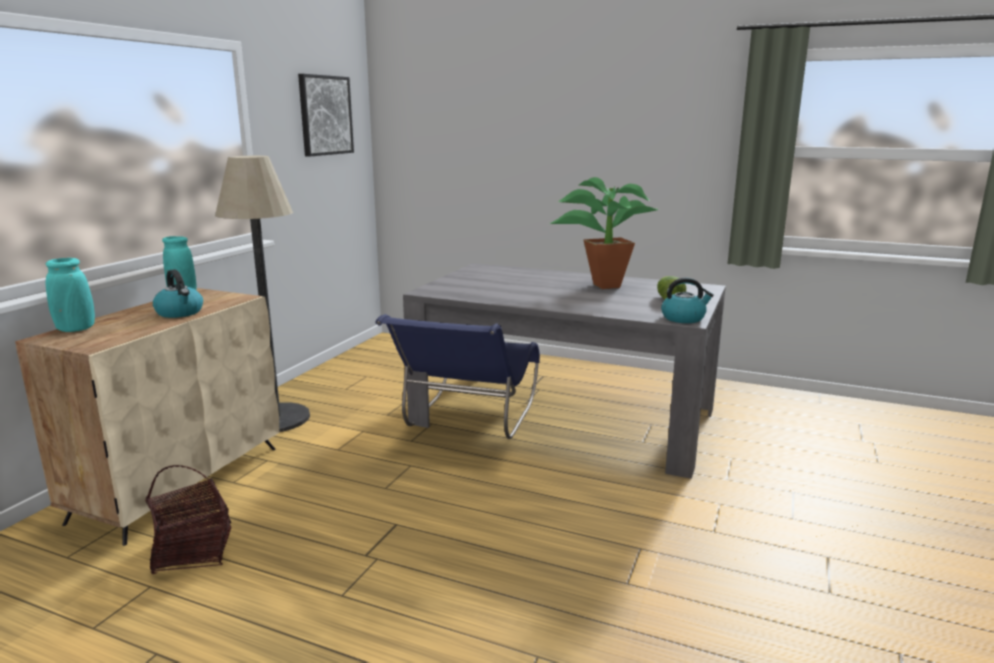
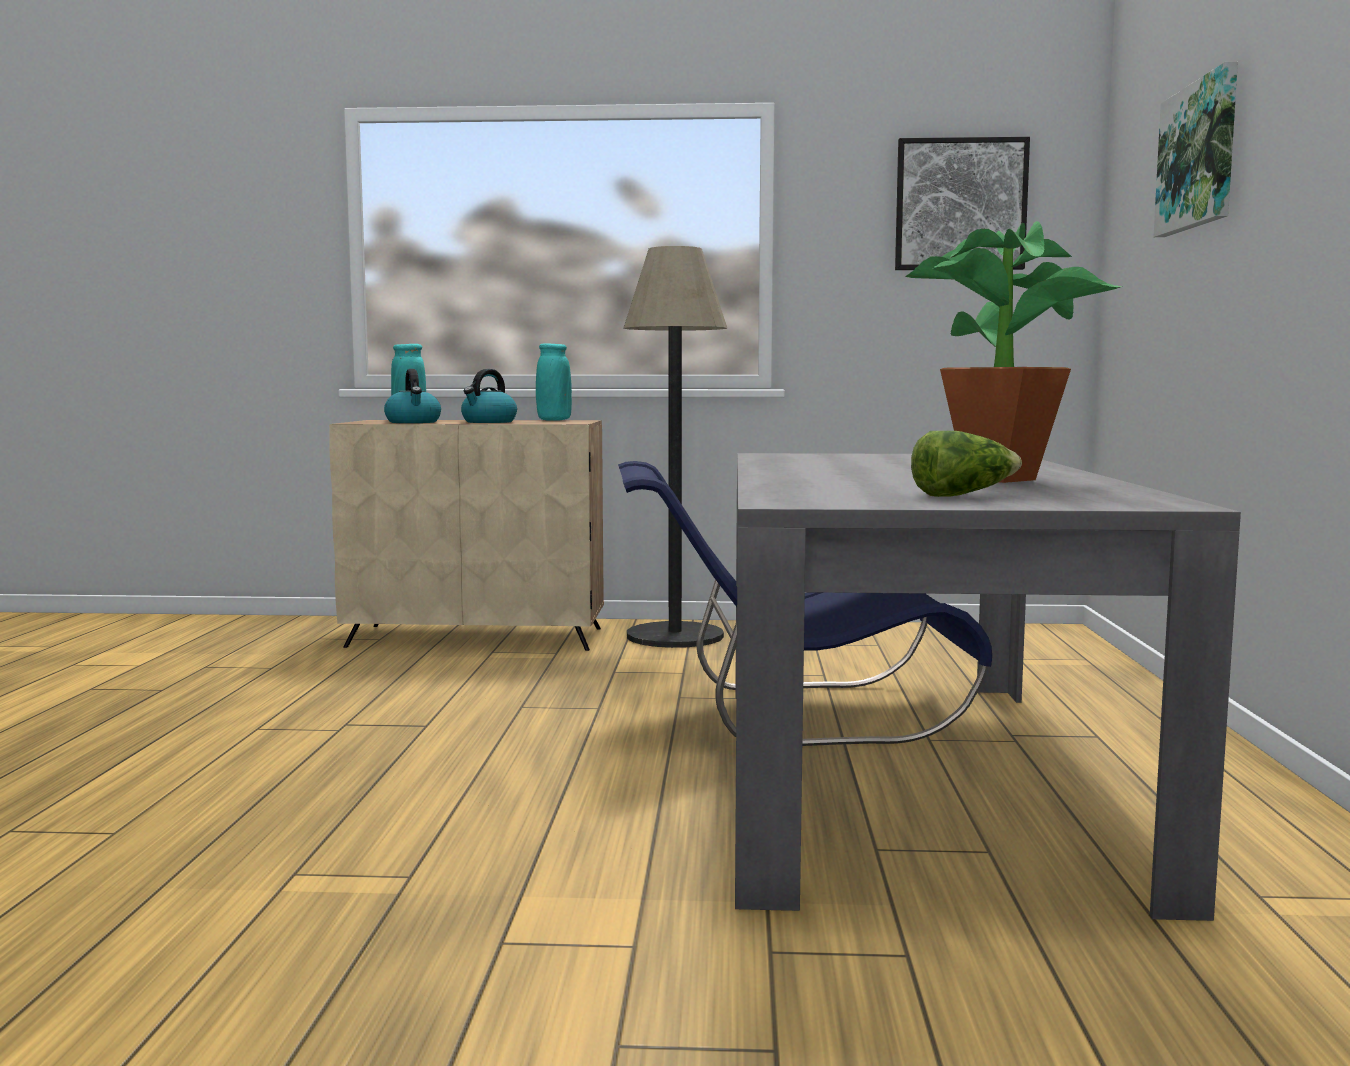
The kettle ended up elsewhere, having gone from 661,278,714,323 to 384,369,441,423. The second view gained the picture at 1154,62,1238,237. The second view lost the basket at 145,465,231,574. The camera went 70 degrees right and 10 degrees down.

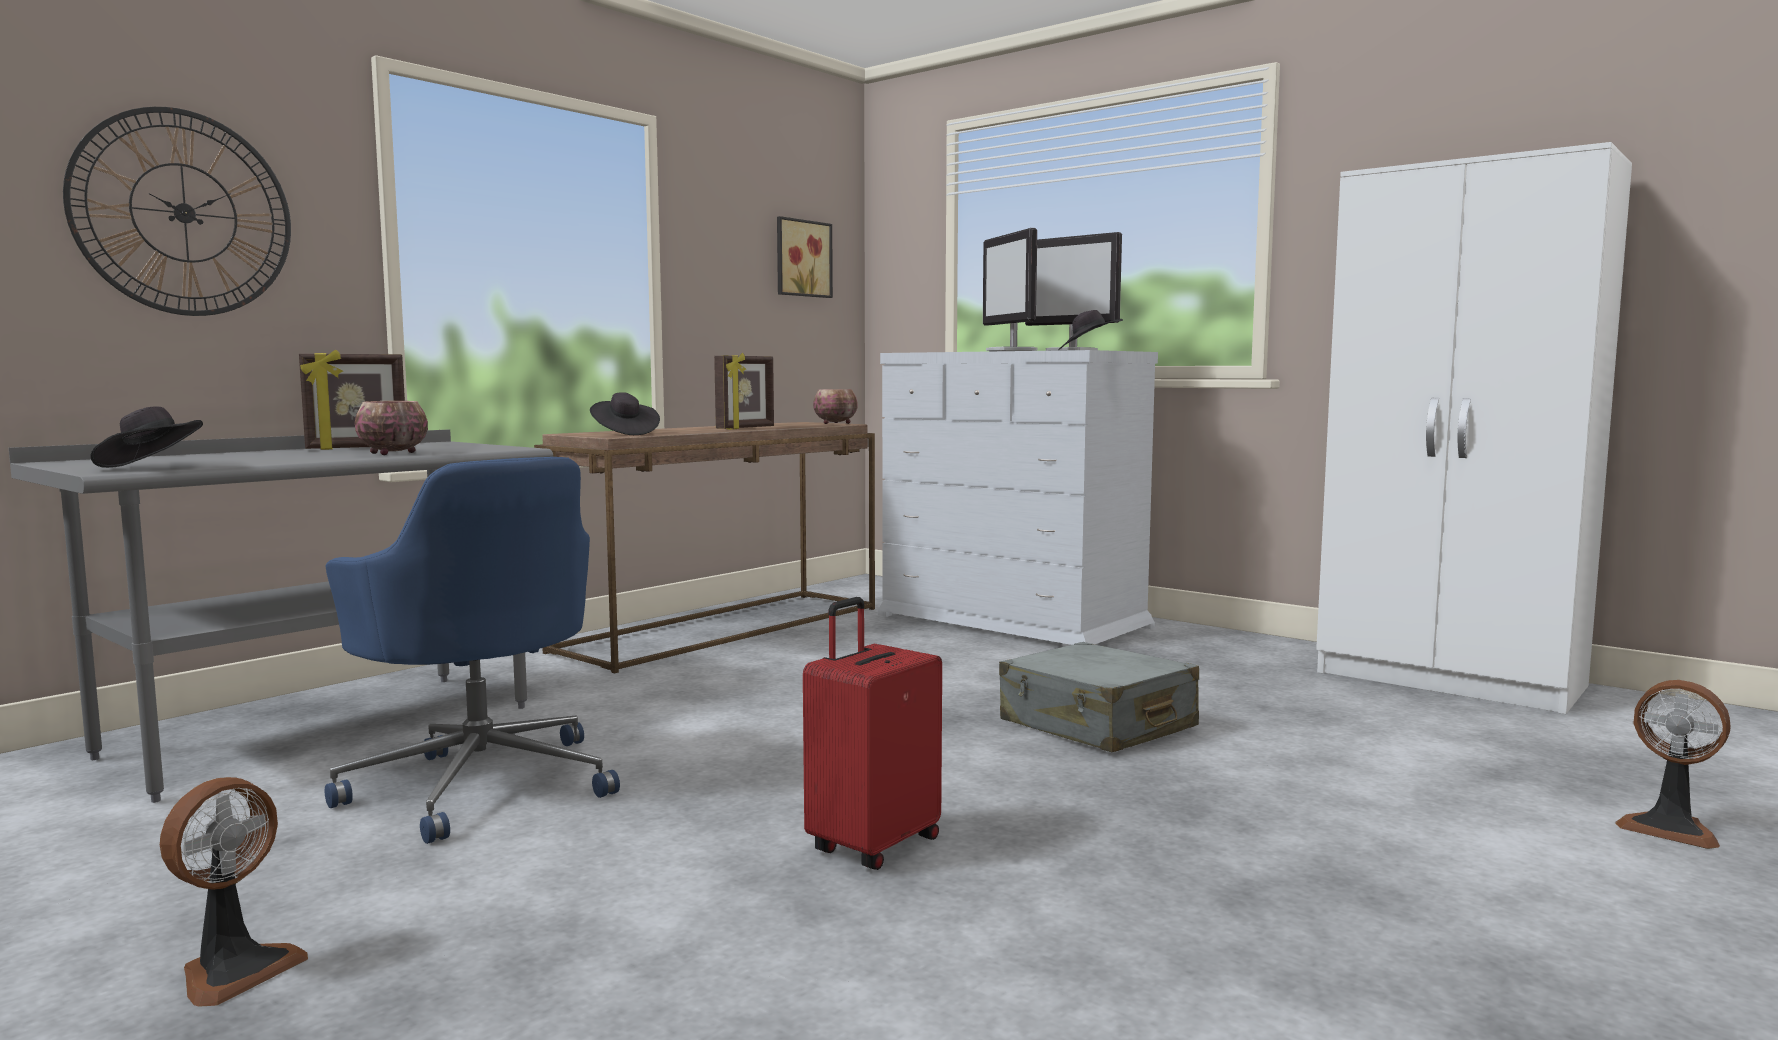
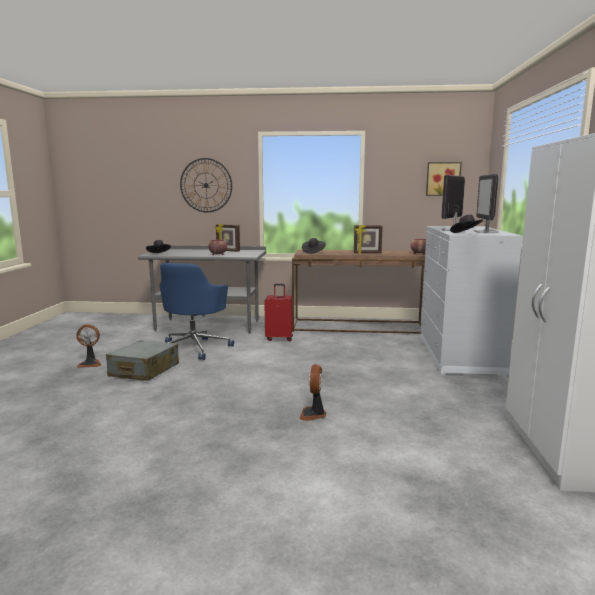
The grey suitcase ended up elsewhere, having gone from 999,642,1199,753 to 106,340,179,381. The red suitcase ended up elsewhere, having gone from 803,597,942,870 to 264,284,293,341. The fan ended up elsewhere, having gone from 1615,680,1731,849 to 300,364,327,421. The camera went 55 degrees right and 5 degrees up.

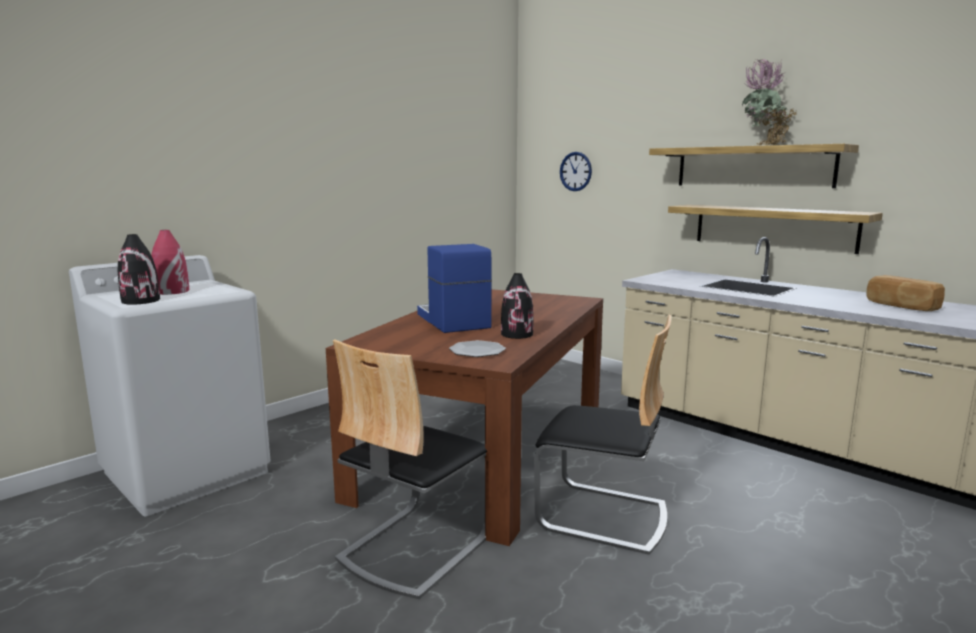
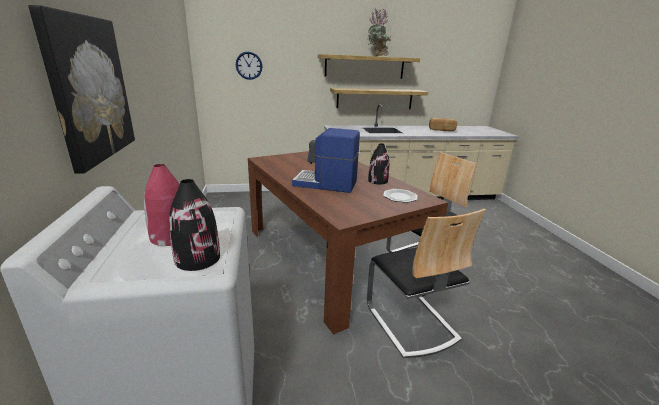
The second view gained the picture at 28,5,135,173. The camera went 55 degrees left and 10 degrees up.

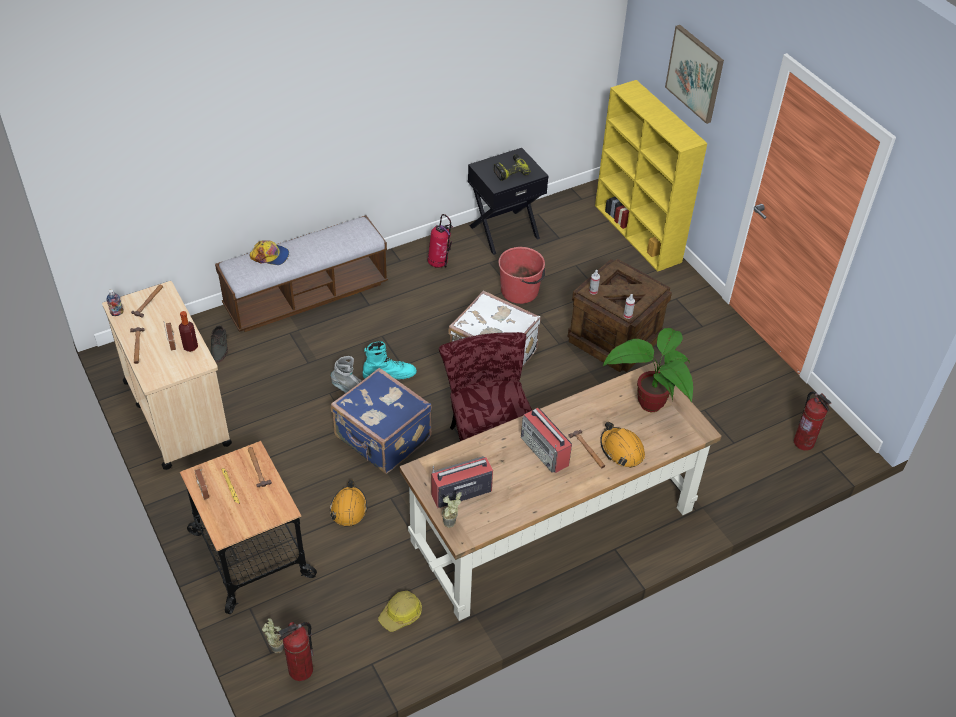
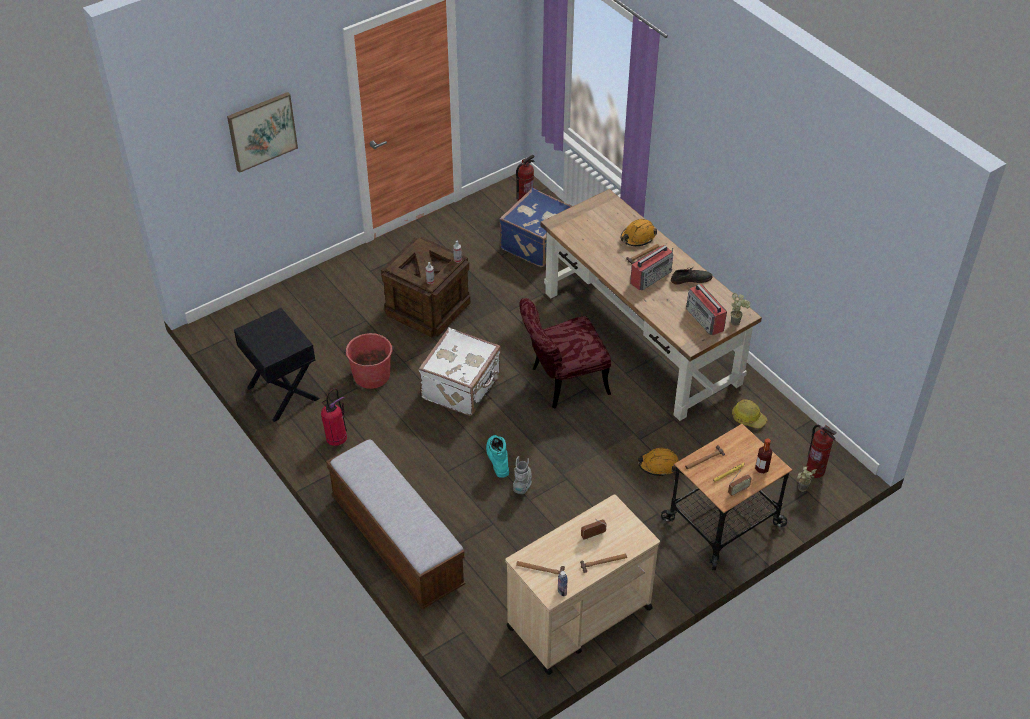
The blue suitcase ended up elsewhere, having gone from 331,368,432,474 to 499,188,572,267. The grey shoe ended up elsewhere, having gone from 211,325,228,363 to 671,266,712,285. The bottle ended up elsewhere, having gone from 179,311,198,352 to 755,438,772,474. The second view lost the cap at 249,240,289,265. The second view lost the power drill at 494,154,531,181. The second view lost the yellow bookcase at 595,80,707,272. The second view lost the potted plant at 603,328,693,412. The camera went 95 degrees left and 0 degrees up.

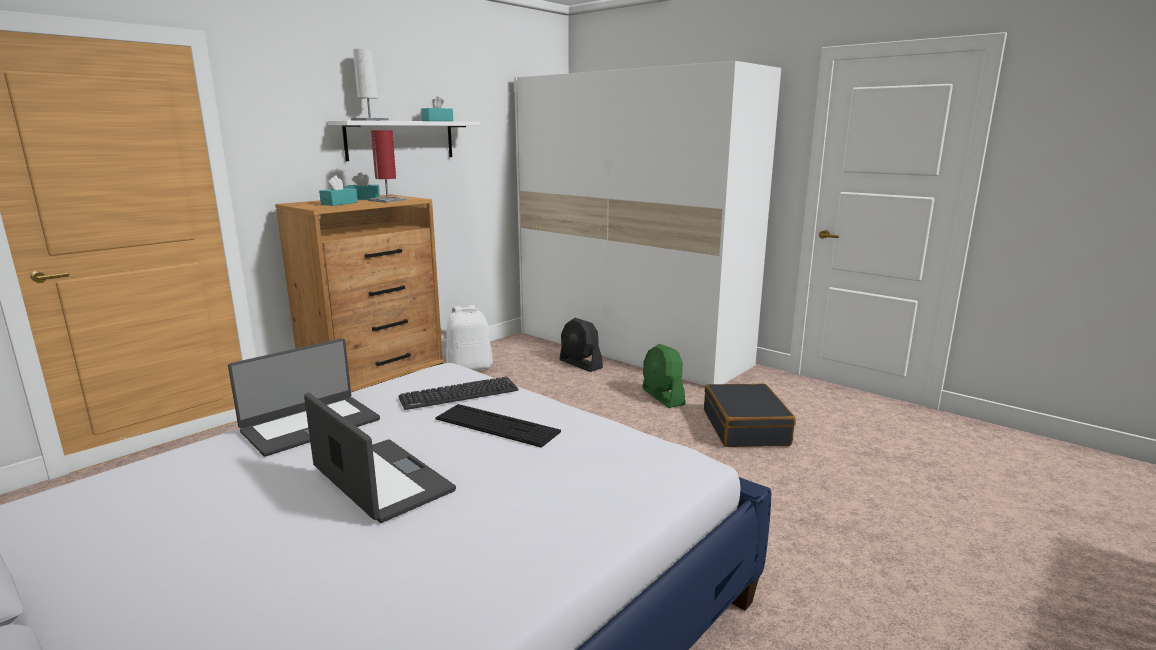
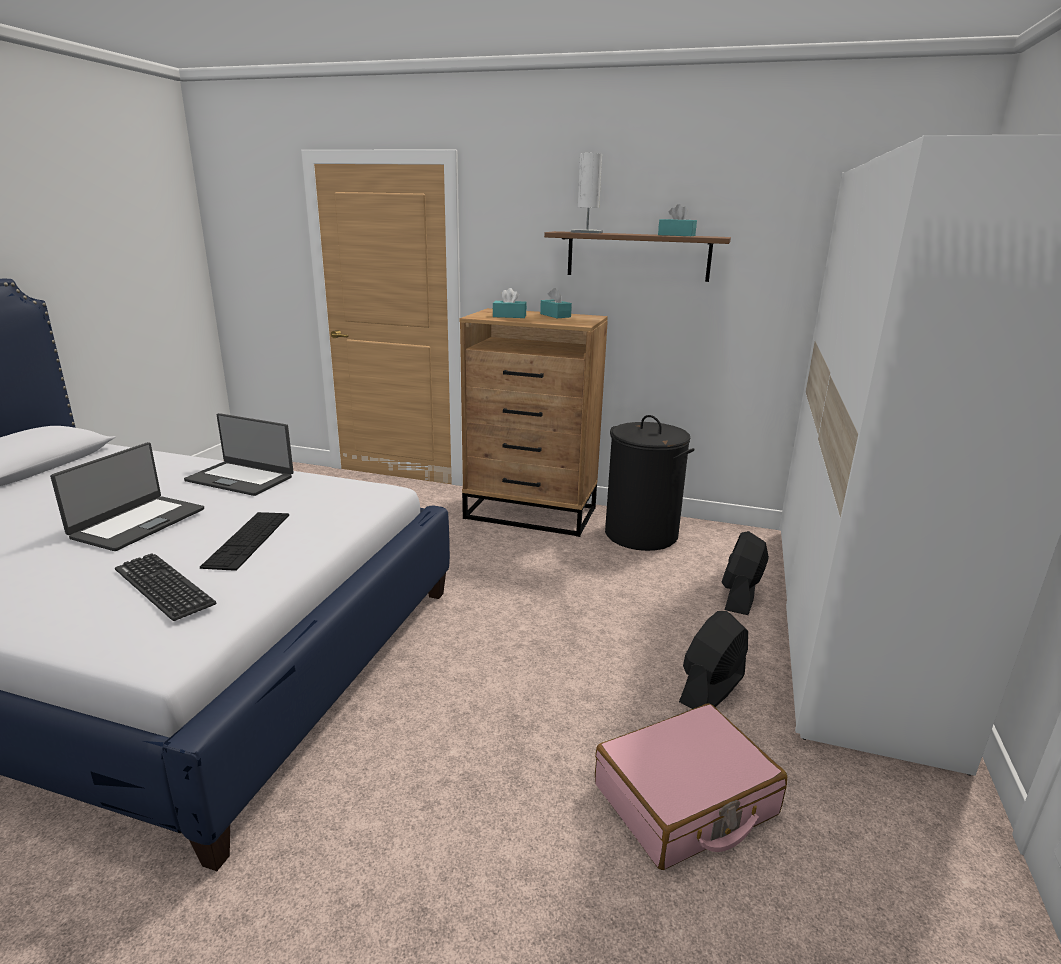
The keyboard ended up elsewhere, having gone from 399,376,519,410 to 115,553,217,621. What was the white shelf at 328,120,480,161 turned into the brown shelf at 544,231,731,282. What was the black suitcase at 704,383,796,447 turned into the pink suitcase at 595,704,787,870. Where the white backpack stood at 446,305,493,371, the black laundry basket came to stand at 605,415,694,551. What was the green fan at 642,344,685,408 turned into the black fan at 679,611,748,709. The second view lost the red table lamp at 368,130,407,203. The camera went 65 degrees right and 5 degrees up.

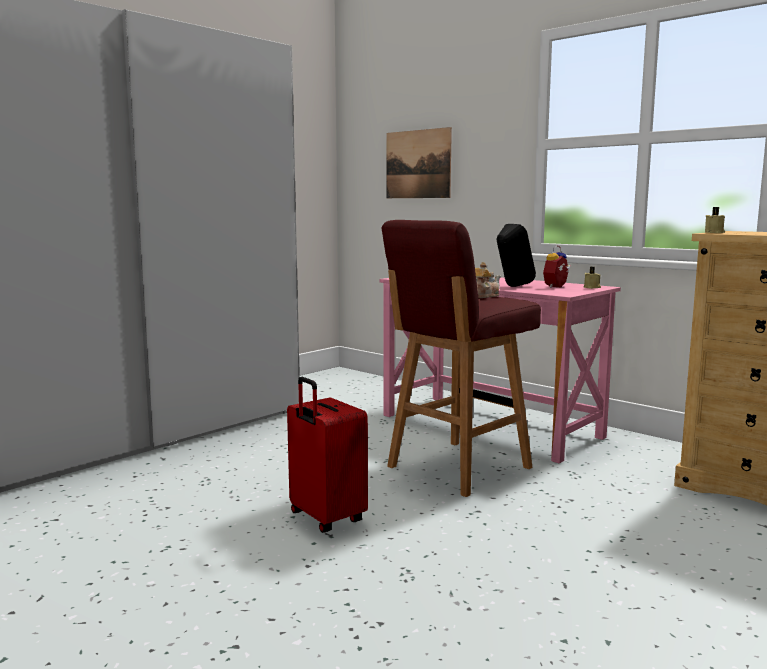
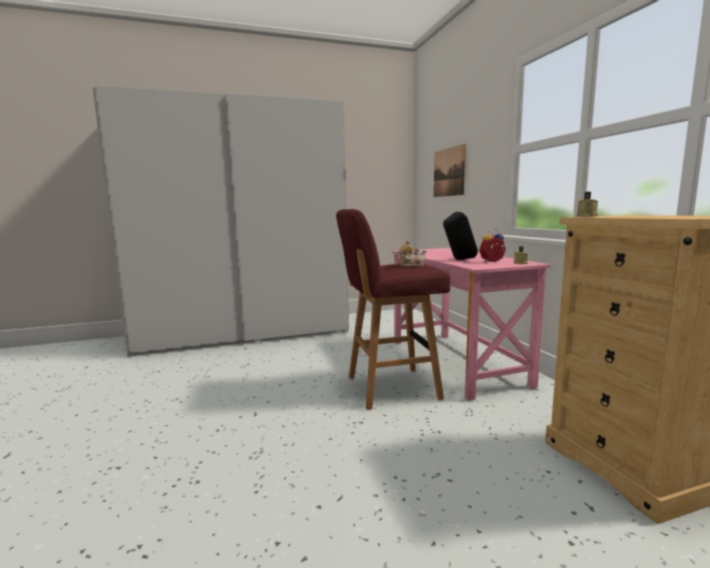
The second view lost the red suitcase at 287,377,368,533. The camera went 30 degrees right and 0 degrees up.

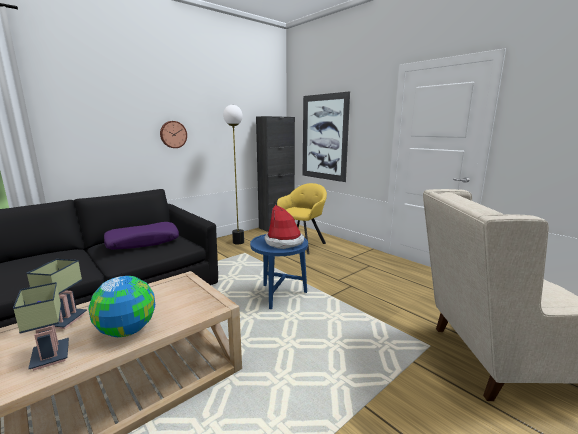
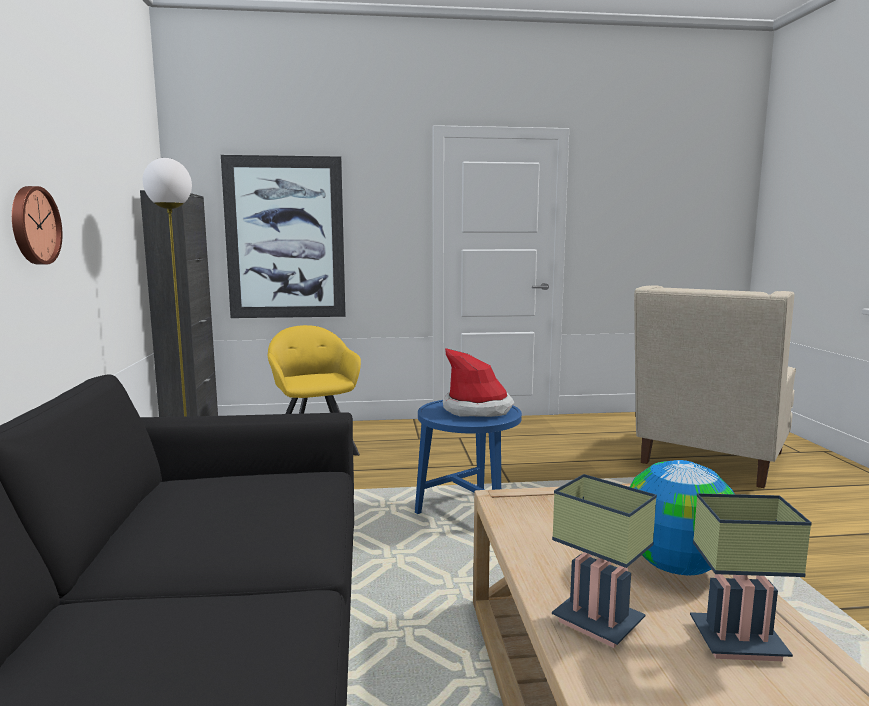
The second view lost the purple pillow at 104,222,179,249. The camera went 55 degrees left and 5 degrees down.

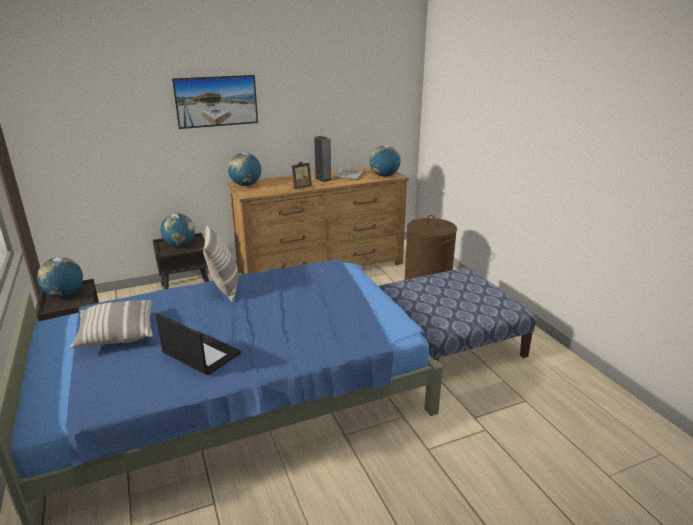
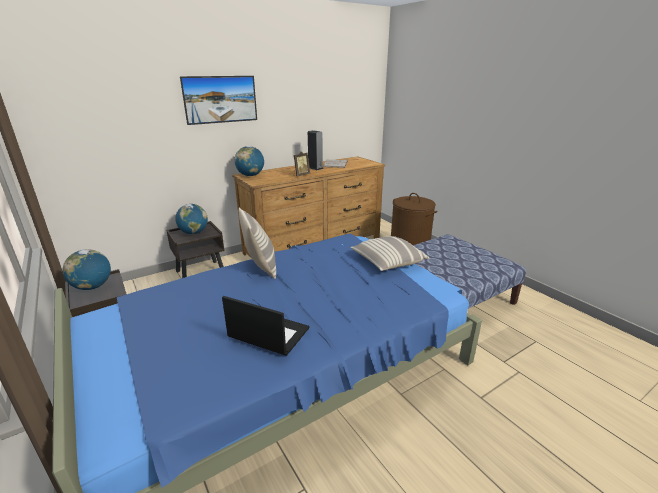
The pillow ended up elsewhere, having gone from 70,300,153,348 to 350,236,430,271. The second view lost the globe at 370,145,401,177. The camera went 10 degrees left and 0 degrees up.

